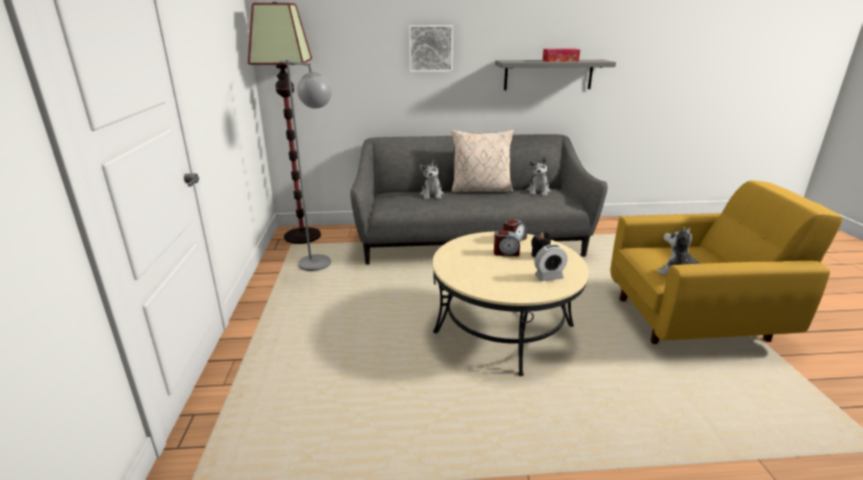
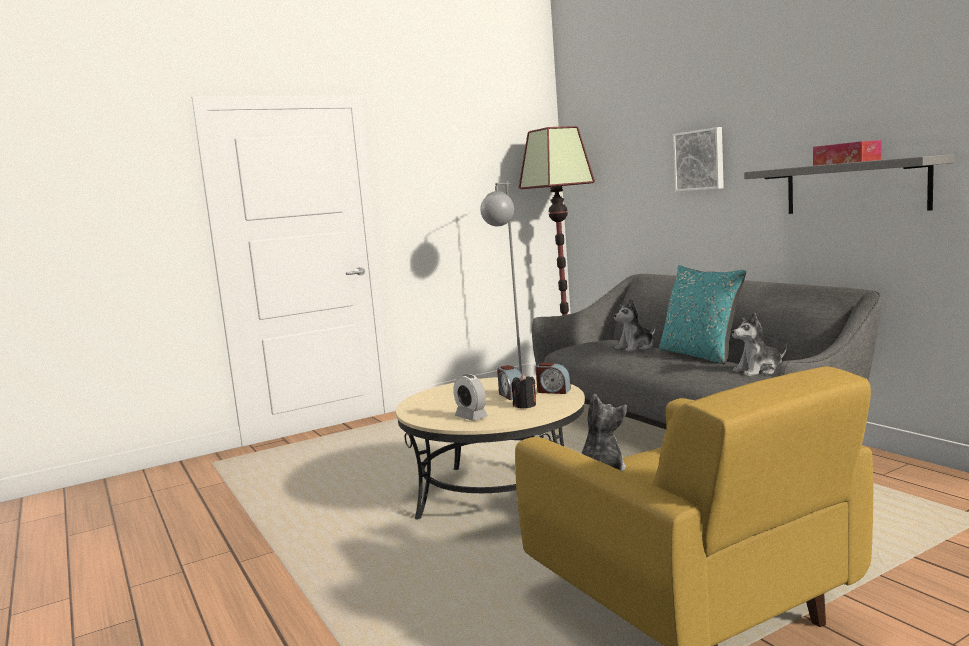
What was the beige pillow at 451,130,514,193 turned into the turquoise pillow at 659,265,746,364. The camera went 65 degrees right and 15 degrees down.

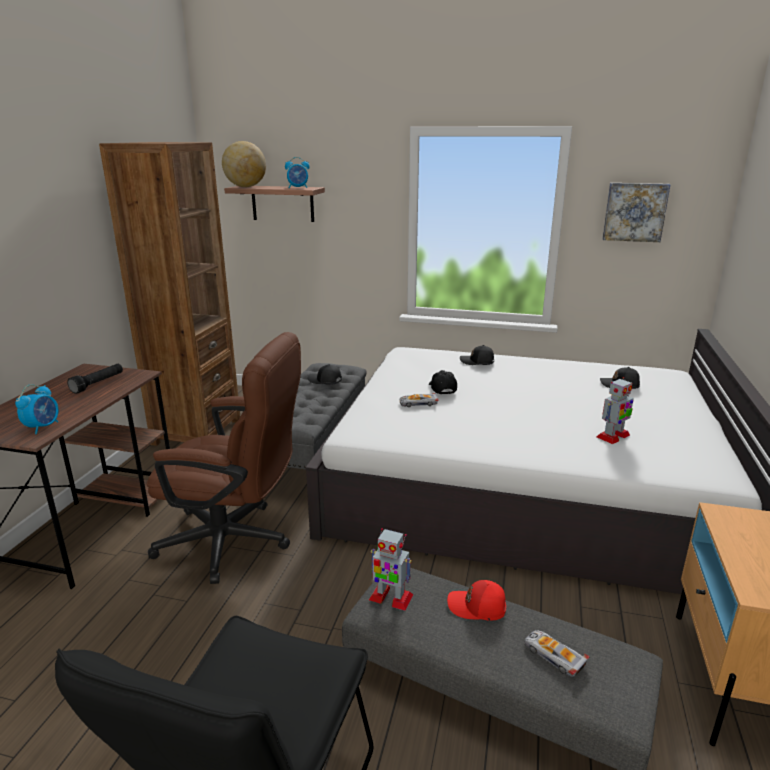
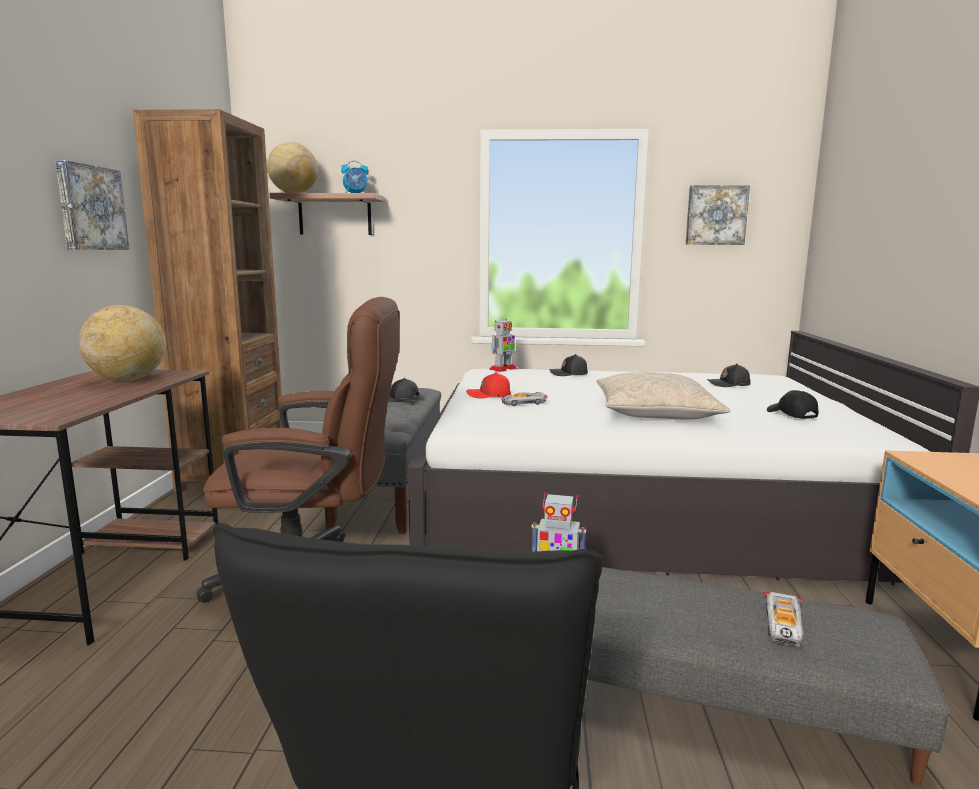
The second view gained the picture at 55,160,129,250. Where the black flashlight stood at 67,364,123,394, the globe came to stand at 79,305,166,381. The red cap ended up elsewhere, having gone from 447,580,506,621 to 466,372,511,398. The toy robot ended up elsewhere, having gone from 597,377,634,444 to 489,319,517,372. The second view gained the beige pillow at 597,372,731,419. The toy car at 525,630,589,677 ended up facing another way, 105 degrees counterclockwise from before. The black cap ended up elsewhere, having gone from 429,370,457,394 to 767,390,818,419. The second view lost the alarm clock at 15,385,59,434. The camera went 10 degrees left and 10 degrees down.

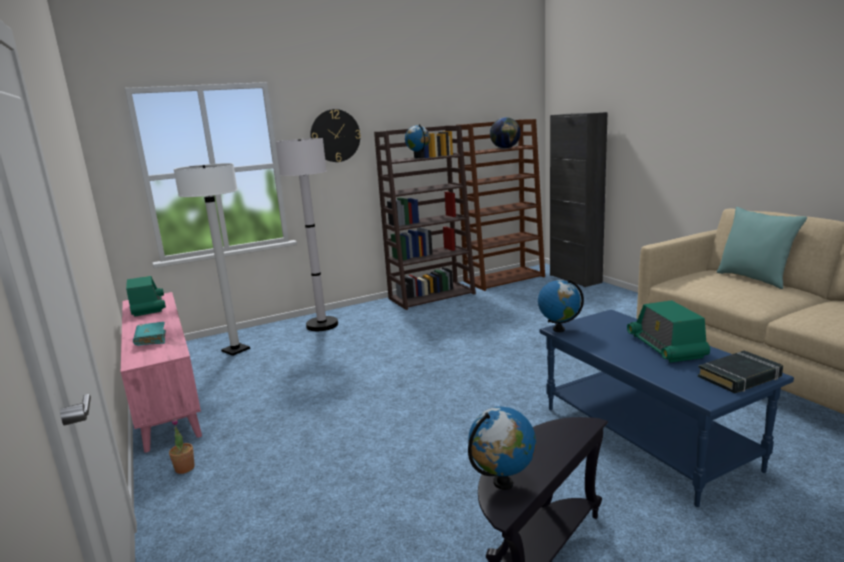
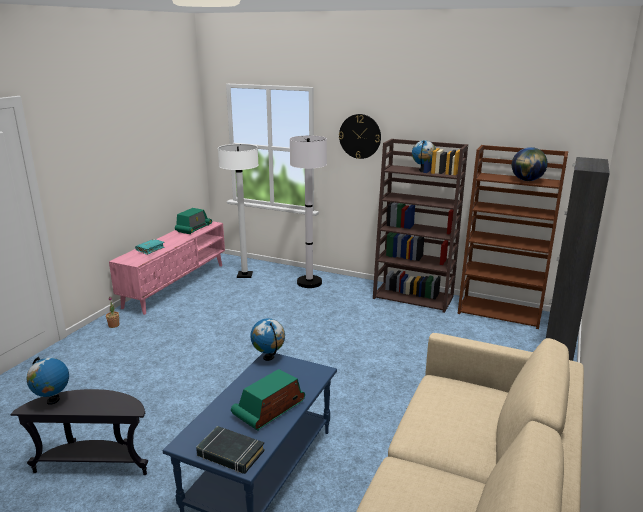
The second view lost the turquoise pillow at 717,207,807,289. The camera went 50 degrees right and 5 degrees up.

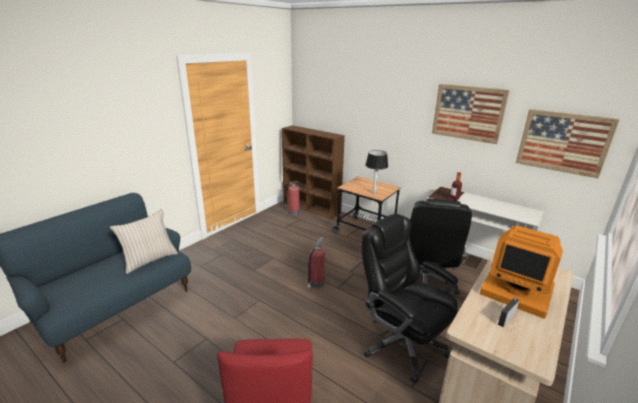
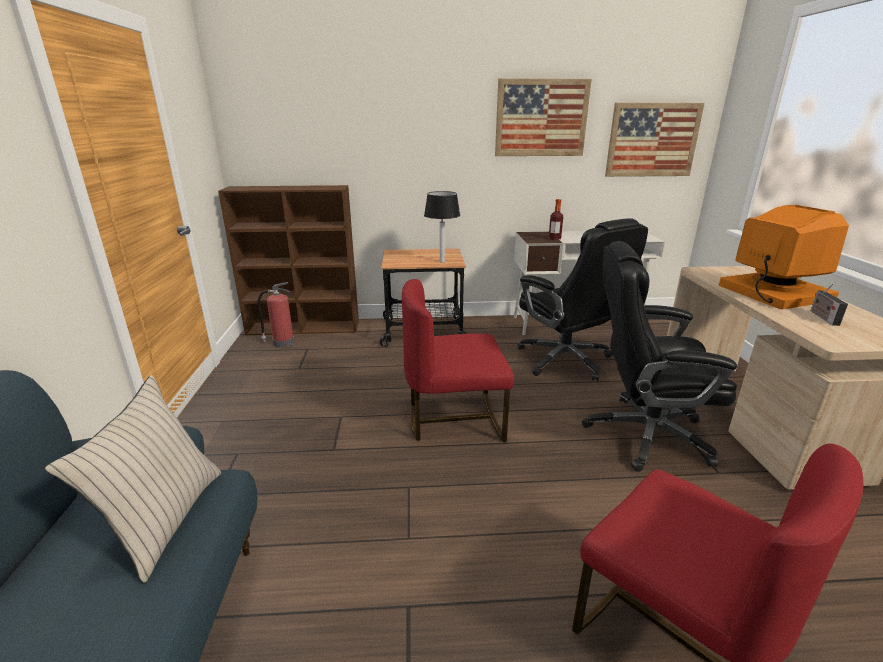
Where the fire extinguisher stood at 308,237,325,289, the red chair came to stand at 402,279,514,442. The monitor at 480,225,563,319 ended up facing another way, 105 degrees counterclockwise from before. The camera went 40 degrees left and 0 degrees up.

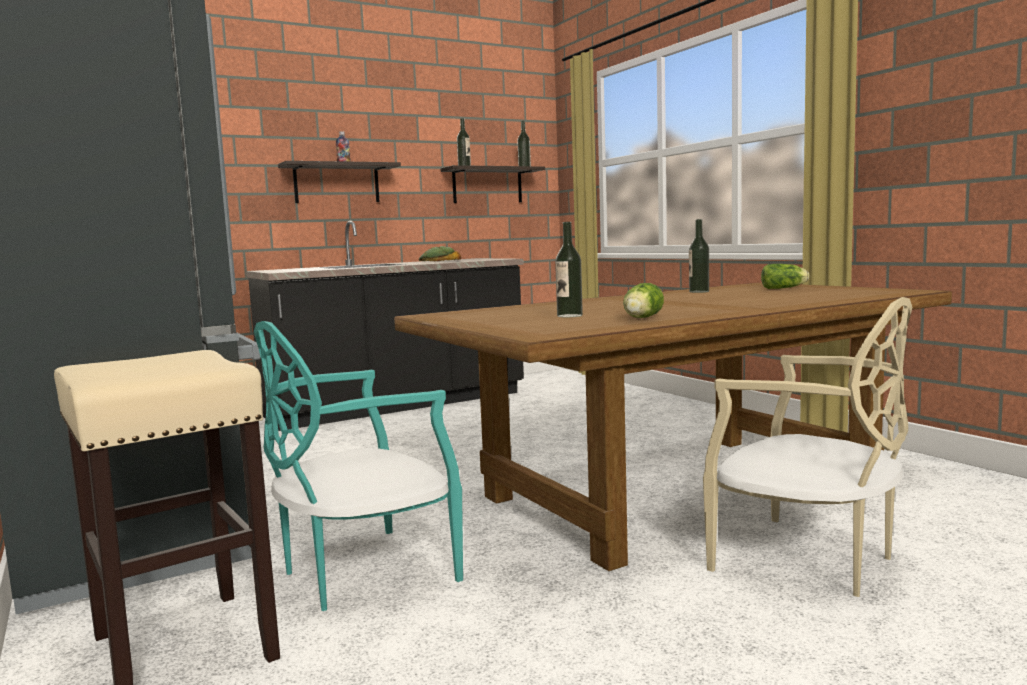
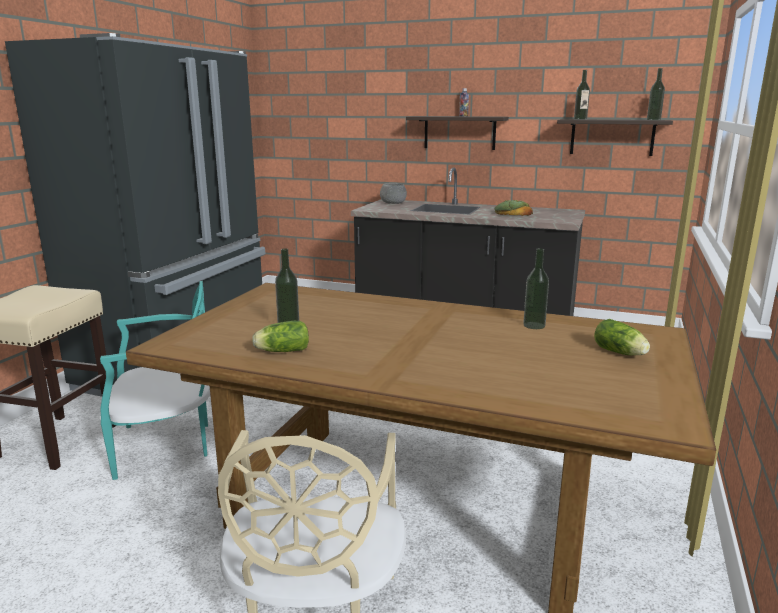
The turquoise chair at 254,321,463,611 ended up facing another way, 150 degrees clockwise from before. The second view gained the grey bowl at 380,183,407,204. The camera went 50 degrees right and 10 degrees up.

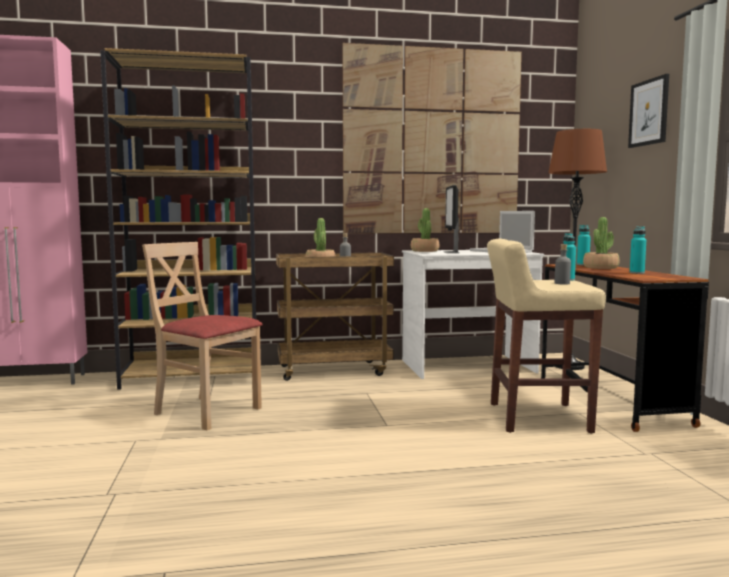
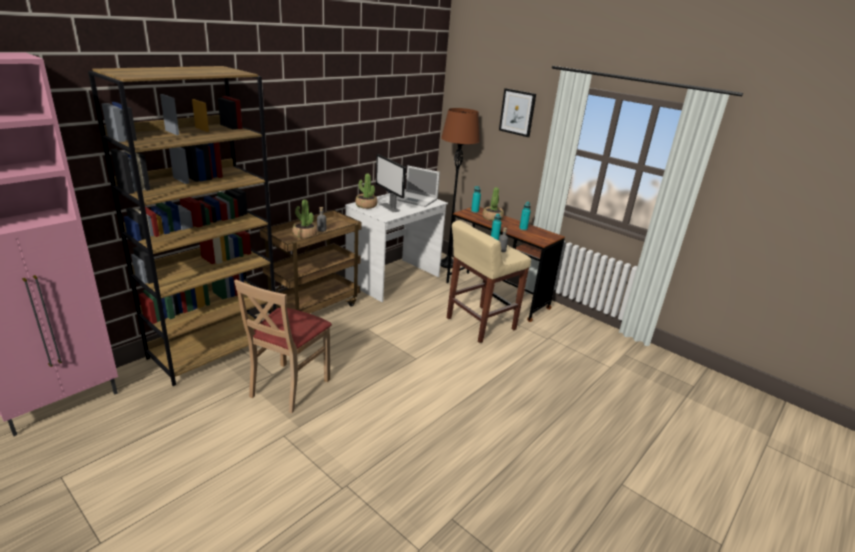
The beige chair at 142,242,263,430 ended up facing another way, 60 degrees counterclockwise from before. The second view lost the picture at 343,43,522,233. The camera went 40 degrees left and 20 degrees up.

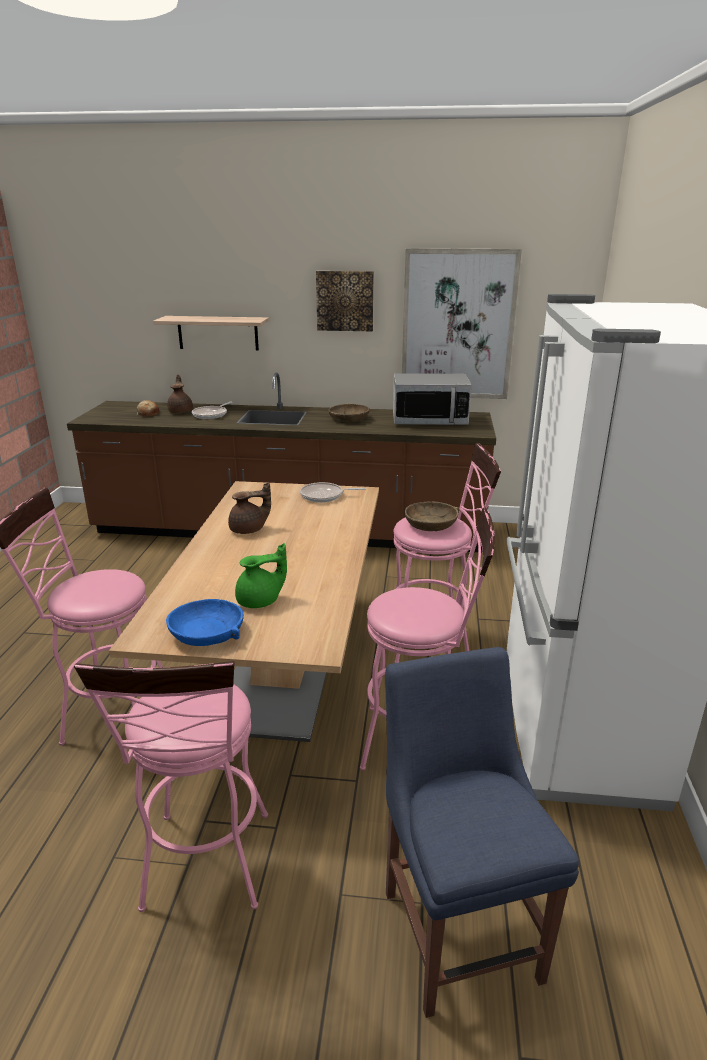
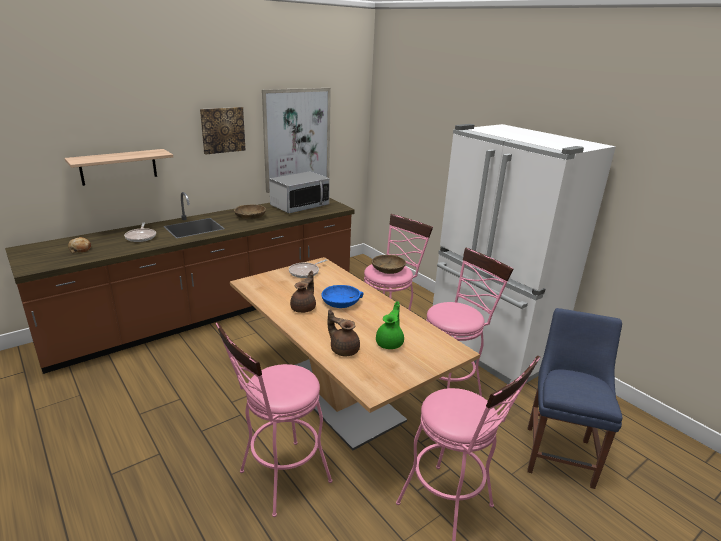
The blue bowl ended up elsewhere, having gone from 166,599,244,646 to 321,285,363,308. The brown teapot ended up elsewhere, having gone from 167,375,193,414 to 328,309,360,356. The blue chair at 385,647,579,1018 ended up facing another way, 75 degrees clockwise from before. The camera went 45 degrees left and 0 degrees up.

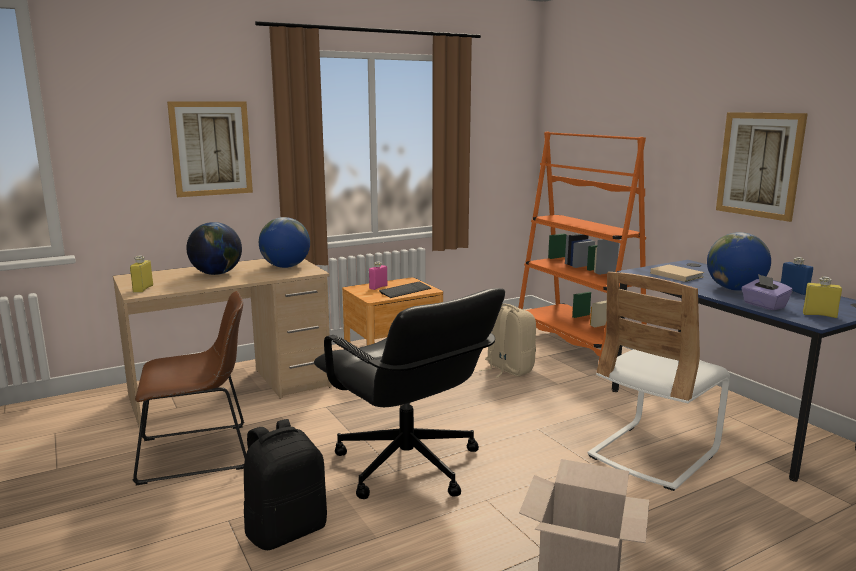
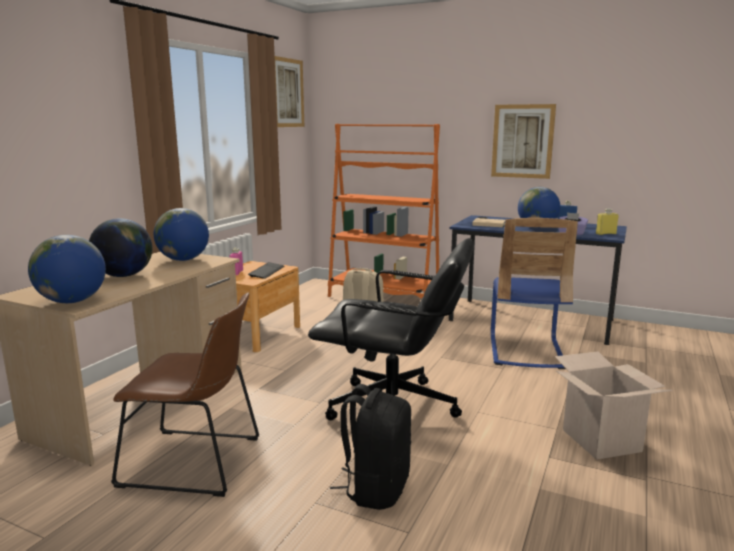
Where the yellow bottle stood at 130,255,153,293, the globe came to stand at 28,235,106,303. The brown chair at 133,291,246,485 ended up facing another way, 60 degrees clockwise from before. The picture ended up elsewhere, having gone from 167,101,253,197 to 275,56,304,127. What was the white chair at 587,272,730,491 turned into the blue chair at 491,218,578,369. The camera went 35 degrees left and 0 degrees up.

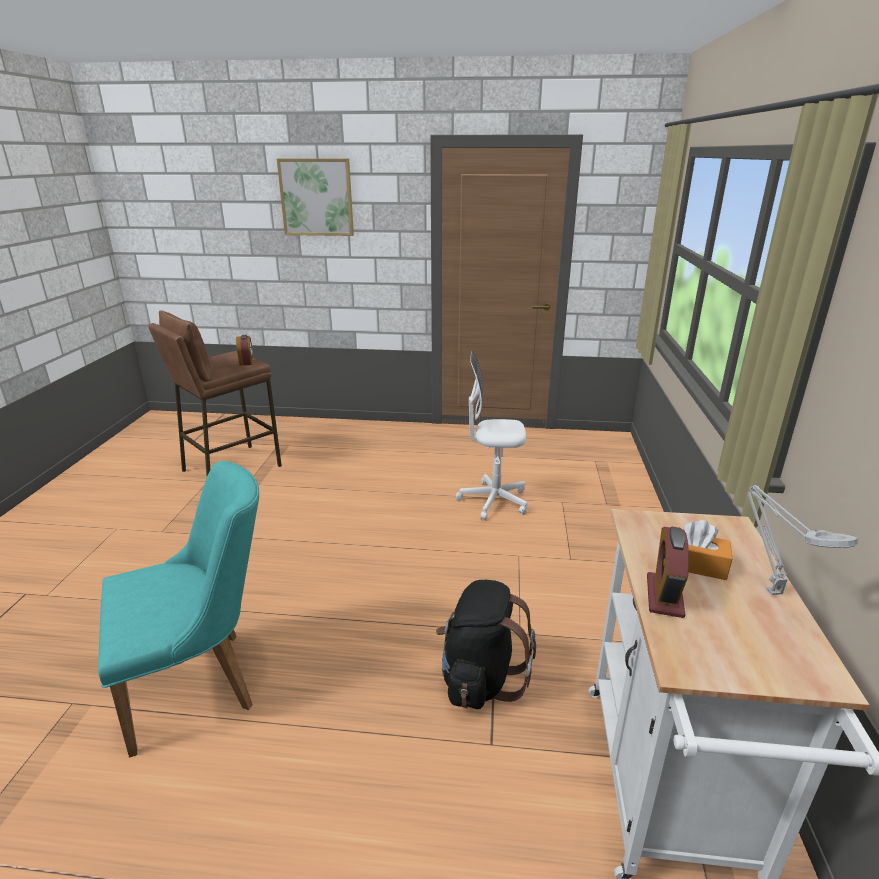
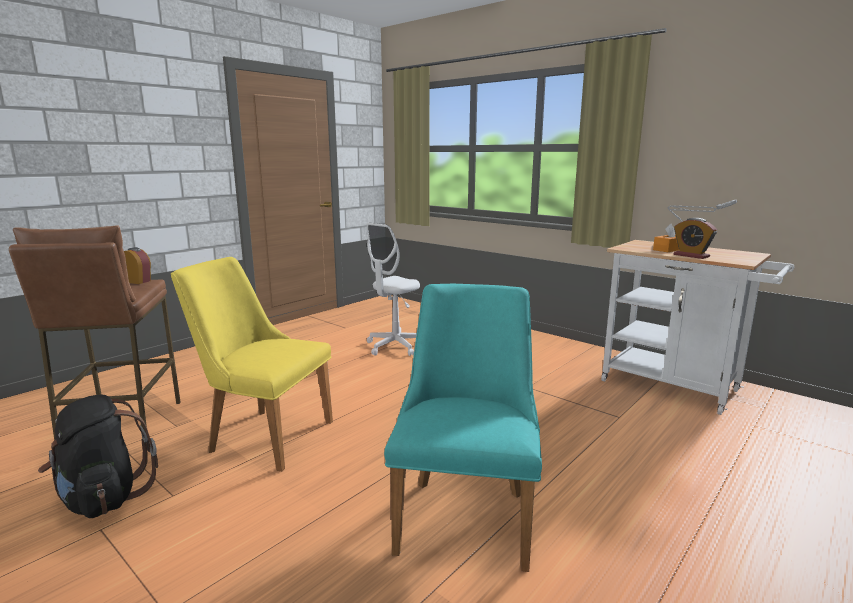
The black backpack ended up elsewhere, having gone from 436,580,536,709 to 38,394,158,518. The second view gained the yellow chair at 171,257,333,472. The second view lost the picture at 277,158,354,236. The camera went 55 degrees left and 10 degrees down.

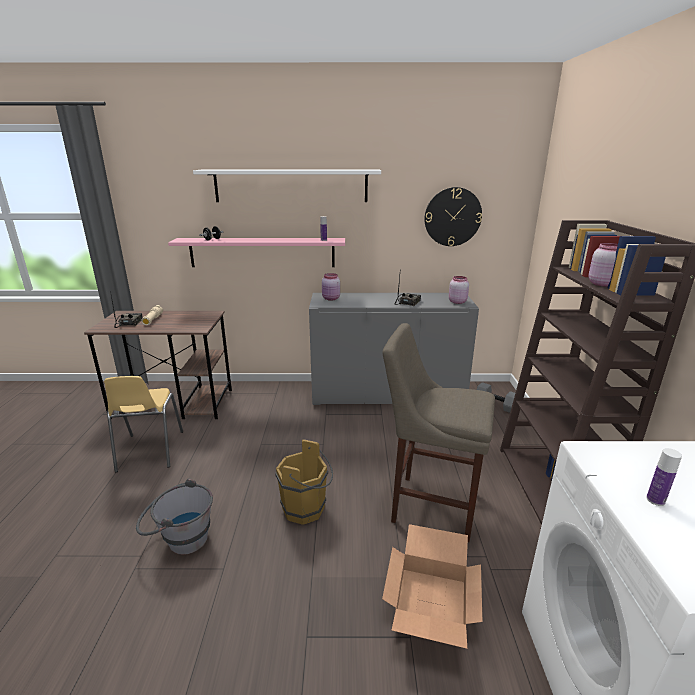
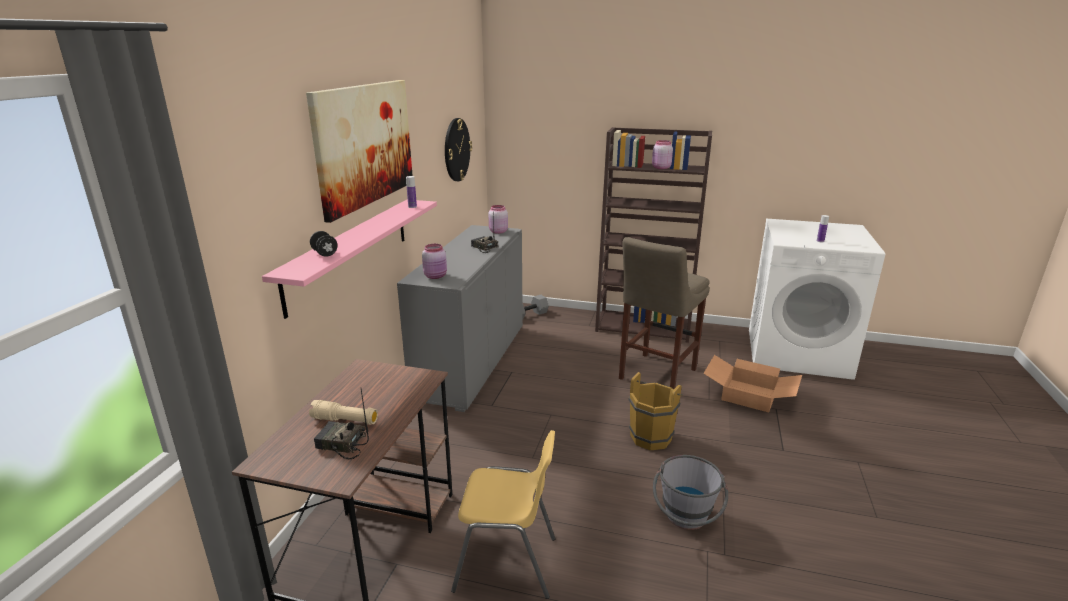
Where the white shelf hung at 193,169,381,202, the picture came to hang at 306,80,413,223. The camera went 75 degrees left and 0 degrees up.

